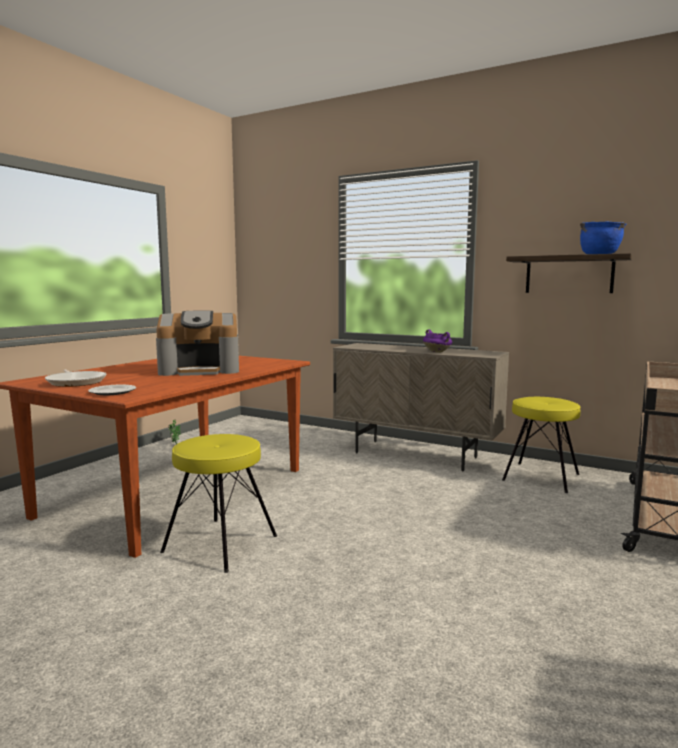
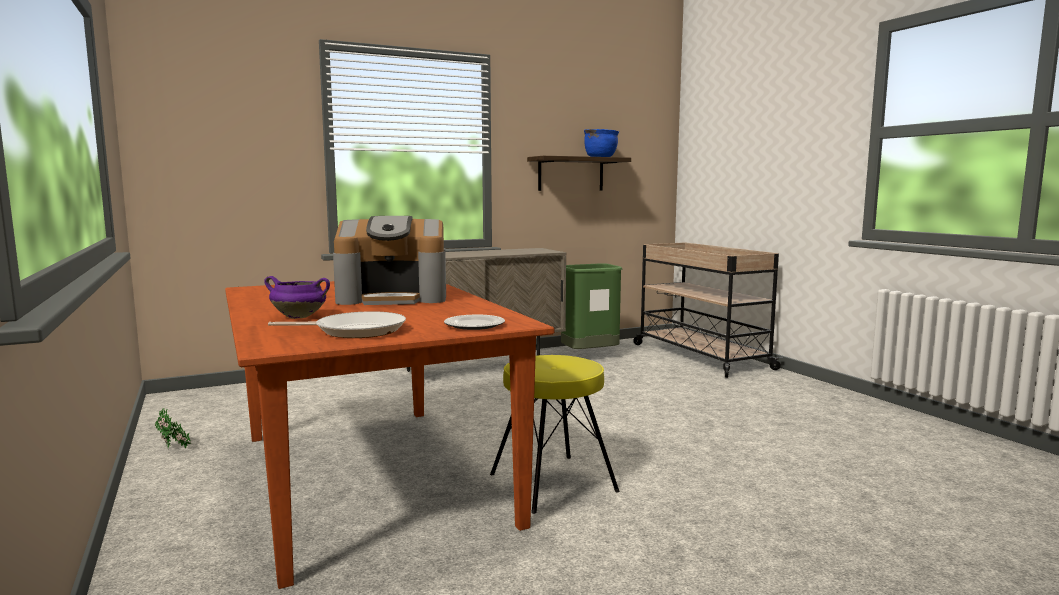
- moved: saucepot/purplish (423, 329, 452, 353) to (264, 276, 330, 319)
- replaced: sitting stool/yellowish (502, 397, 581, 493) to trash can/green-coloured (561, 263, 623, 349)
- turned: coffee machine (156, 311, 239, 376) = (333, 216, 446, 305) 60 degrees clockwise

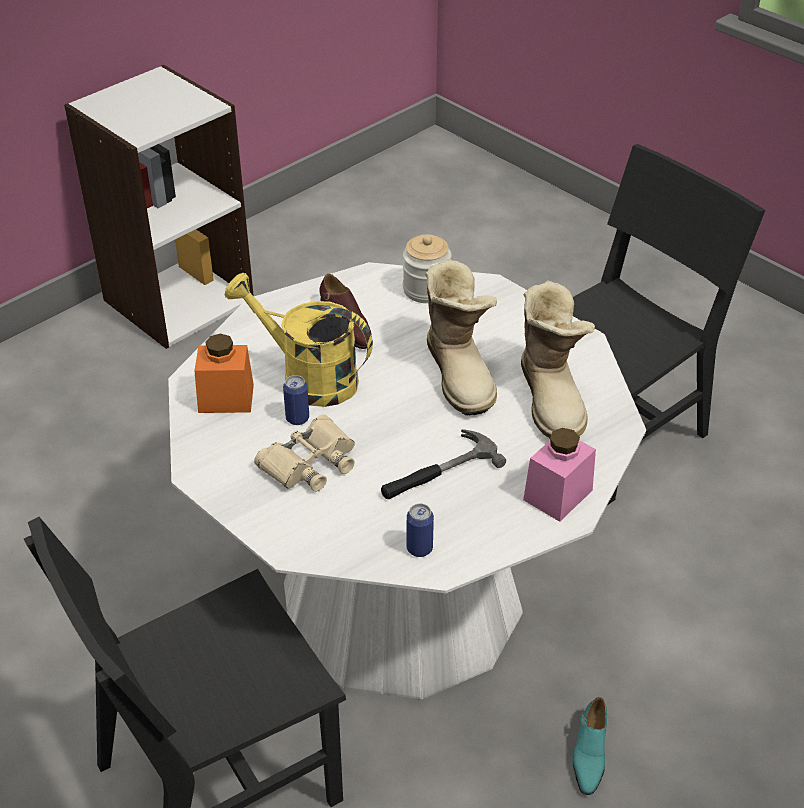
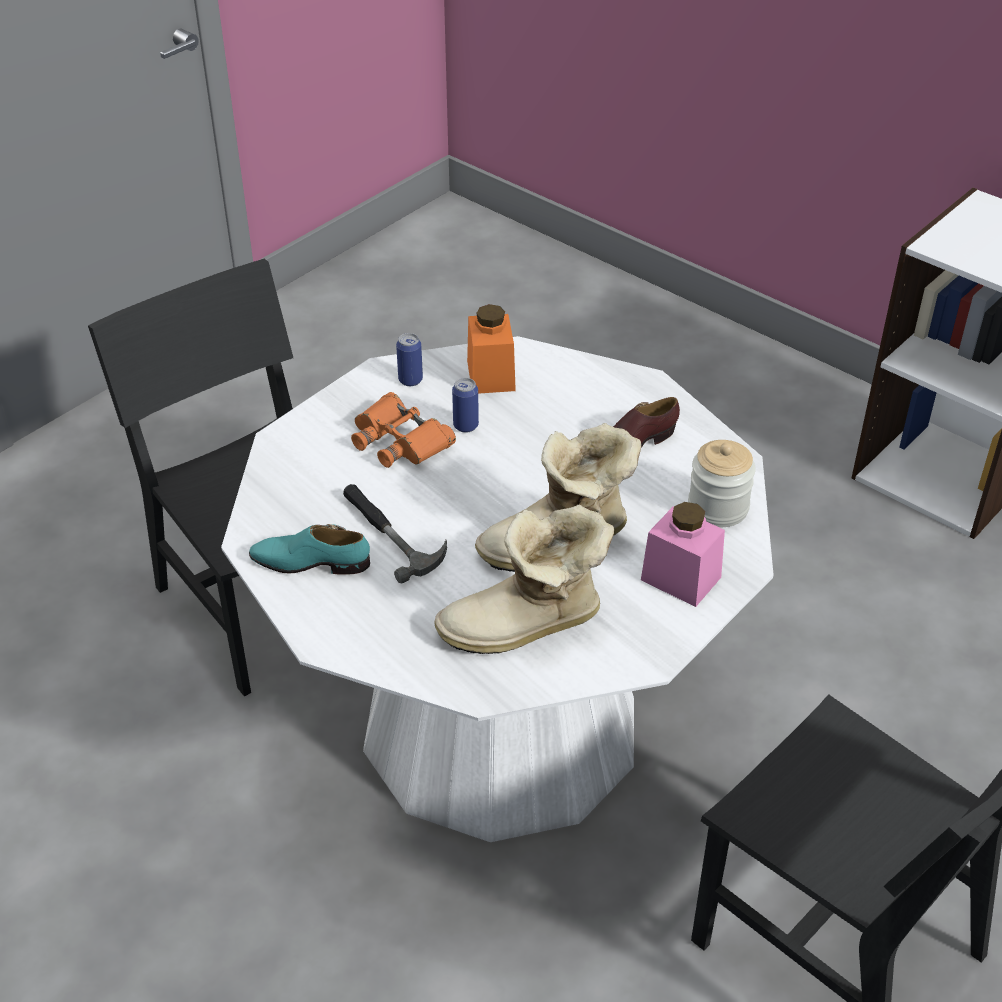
- removed: sprinkling can/yellowish (225, 273, 373, 407)
- moved: can (407, 504, 434, 557) to (396, 333, 423, 386)
- moved: preserve jar/pink (523, 428, 596, 522) to (641, 502, 725, 607)
- moved: shoe/turquoise-coloured (572, 697, 607, 795) to (249, 524, 370, 575)
- recoloured: field glasses/beige-coloured (254, 414, 355, 492) to field glasses/orange-coloured (351, 392, 456, 468)

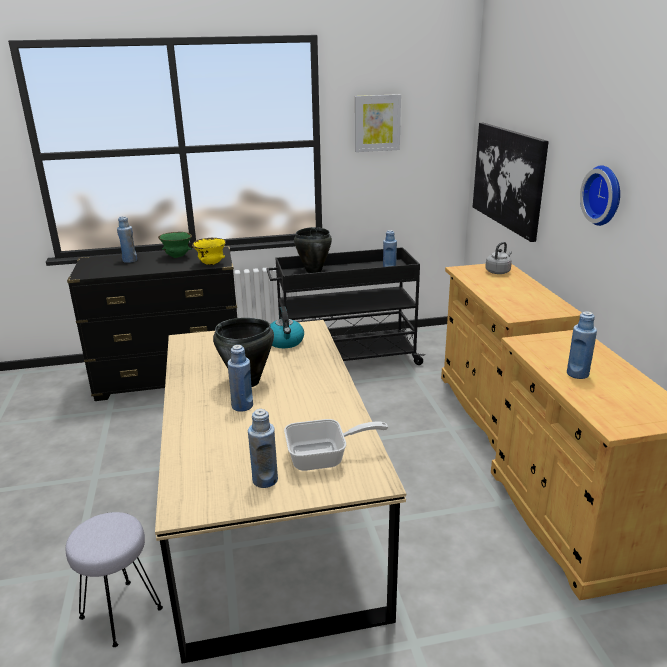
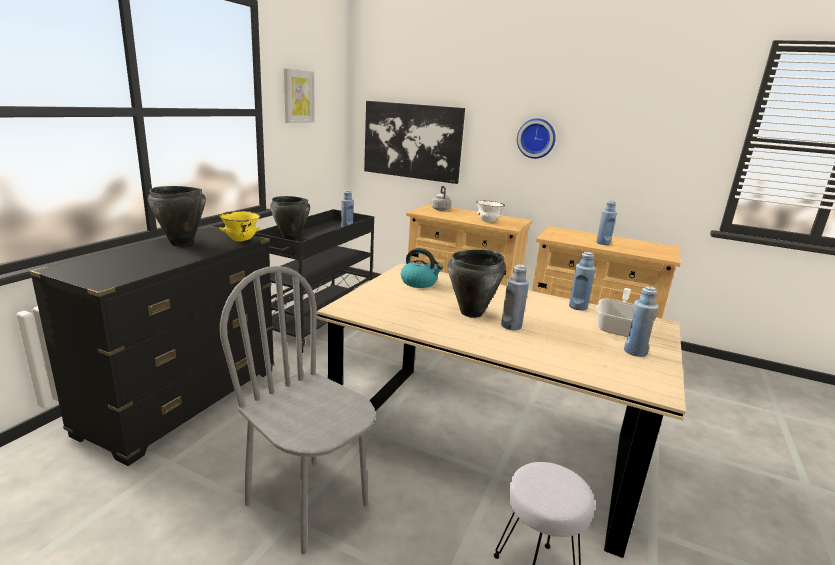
- added: plain chair/grey (220, 266, 376, 554)
- added: serving bowl/white-coloured (476, 200, 505, 222)
- moved: drink bottle/blue-coloured (117, 216, 137, 263) to (569, 252, 596, 311)
- replaced: serving bowl/green-coloured (158, 232, 192, 258) to saucepot/blackish (148, 186, 206, 246)

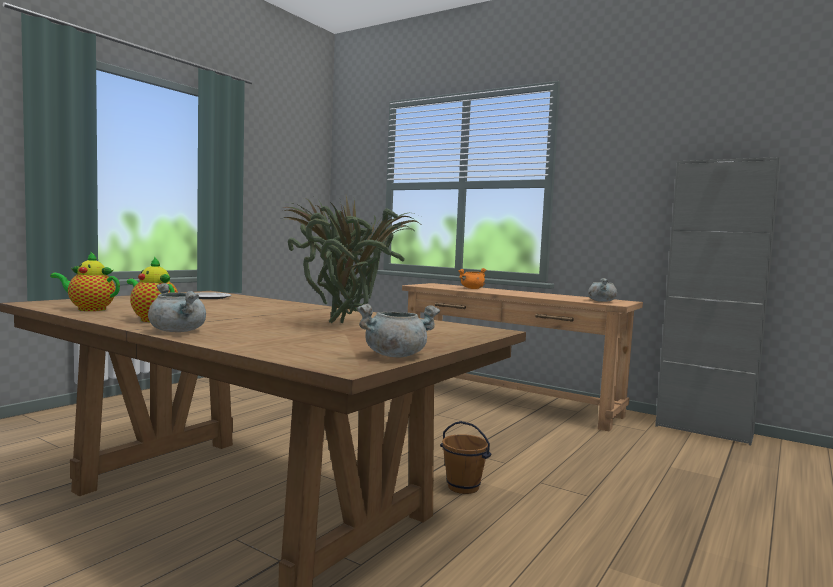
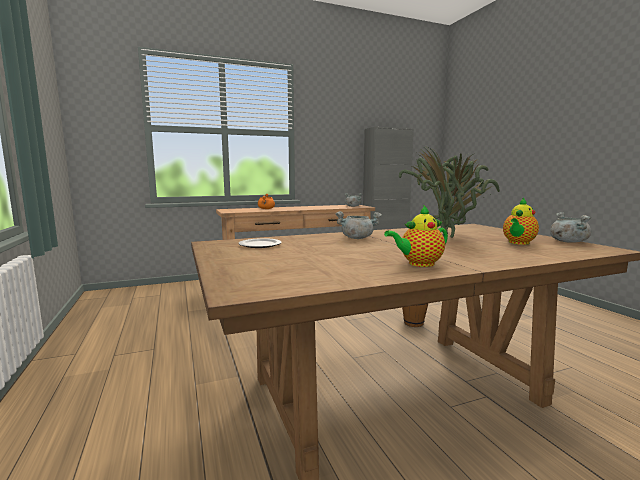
- moved: tea pot (50, 251, 120, 311) to (503, 198, 539, 245)
- moved: saucepot/grey (148, 283, 206, 332) to (336, 211, 382, 239)

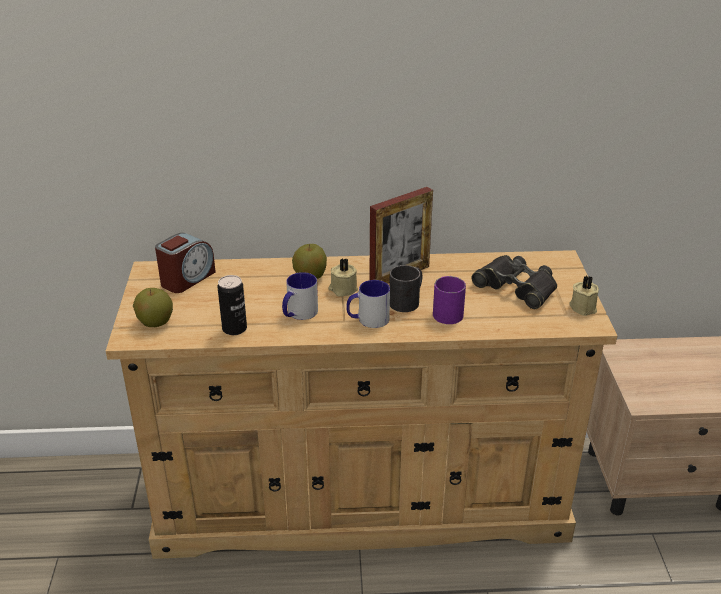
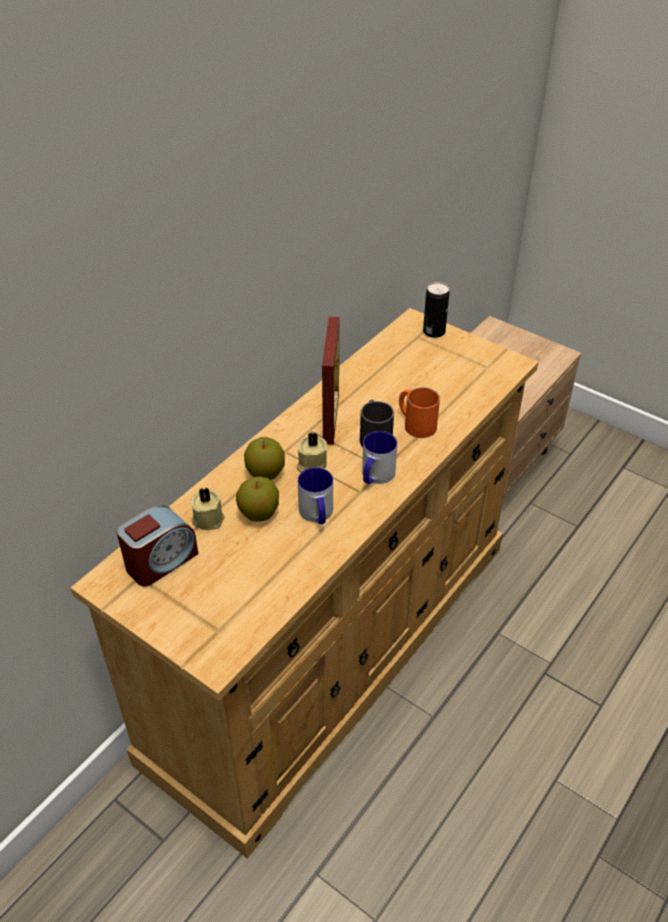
- removed: field glasses/blackish (472, 255, 557, 309)
- moved: apple (133, 288, 173, 327) to (236, 477, 279, 522)
- moved: can (218, 275, 247, 335) to (423, 282, 449, 338)
- moved: wax light/beige-coloured (569, 276, 599, 316) to (190, 488, 225, 530)
- recoloured: mug/purplish (433, 276, 466, 324) to mug/orange-coloured (399, 387, 440, 438)
- turned: bedside clock (155, 233, 216, 293) = (117, 505, 198, 586) 60 degrees clockwise

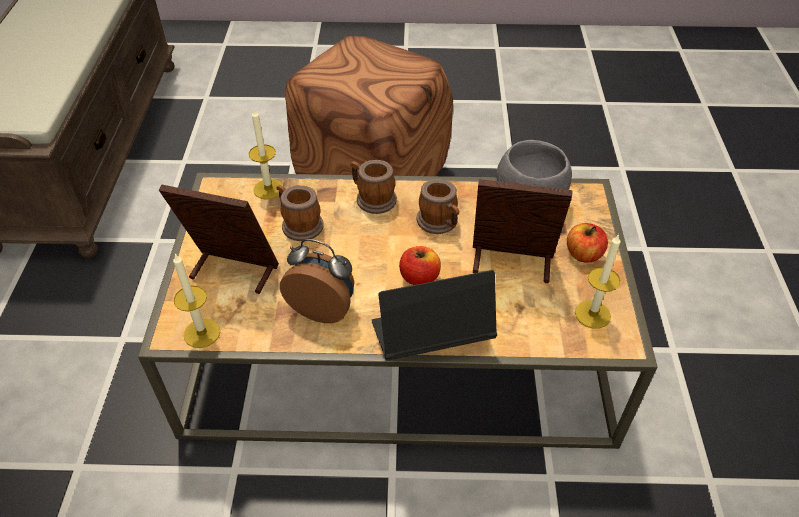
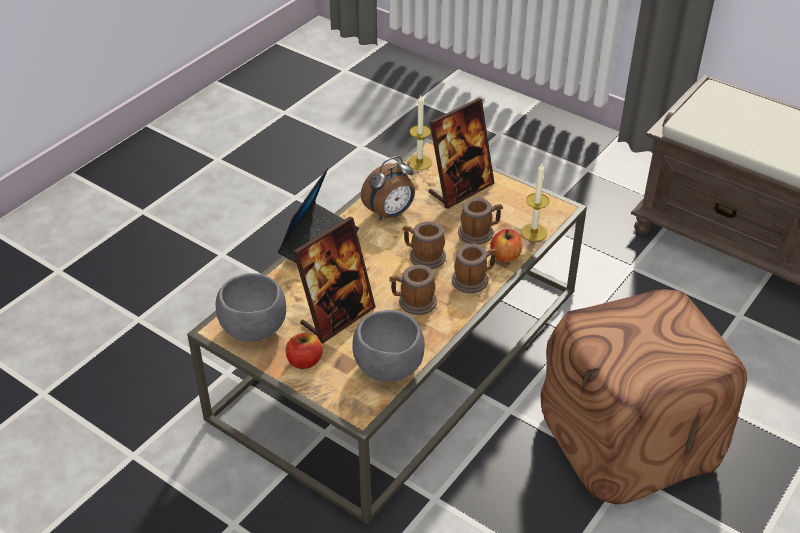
- added: mug (402, 221, 446, 269)
- moved: apple (399, 246, 441, 285) to (491, 229, 522, 262)
- replaced: wax light (575, 234, 621, 329) to serving bowl/grey (216, 273, 286, 342)

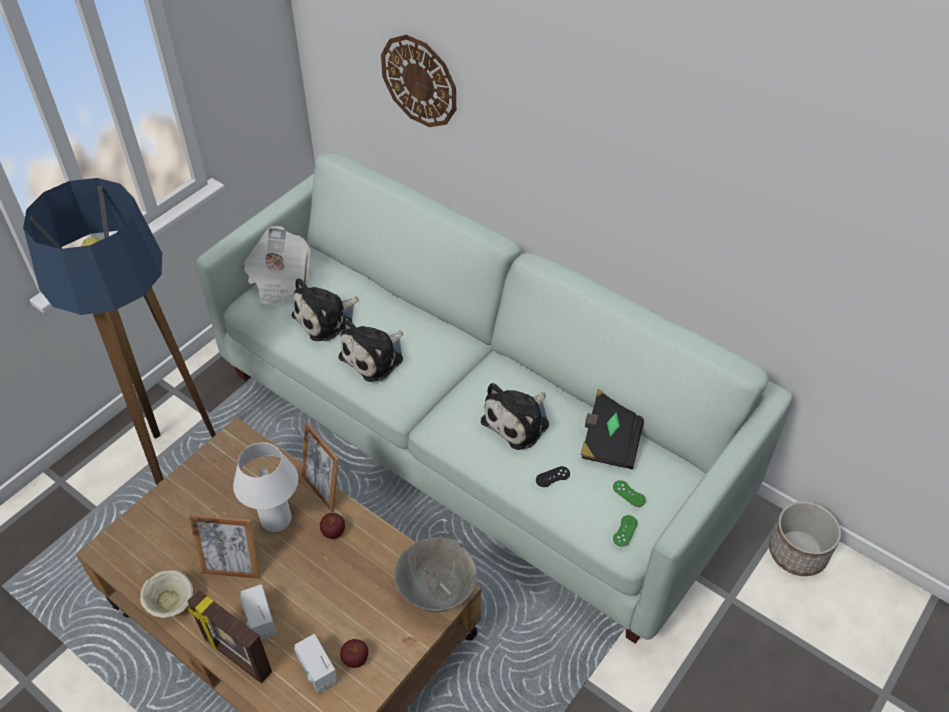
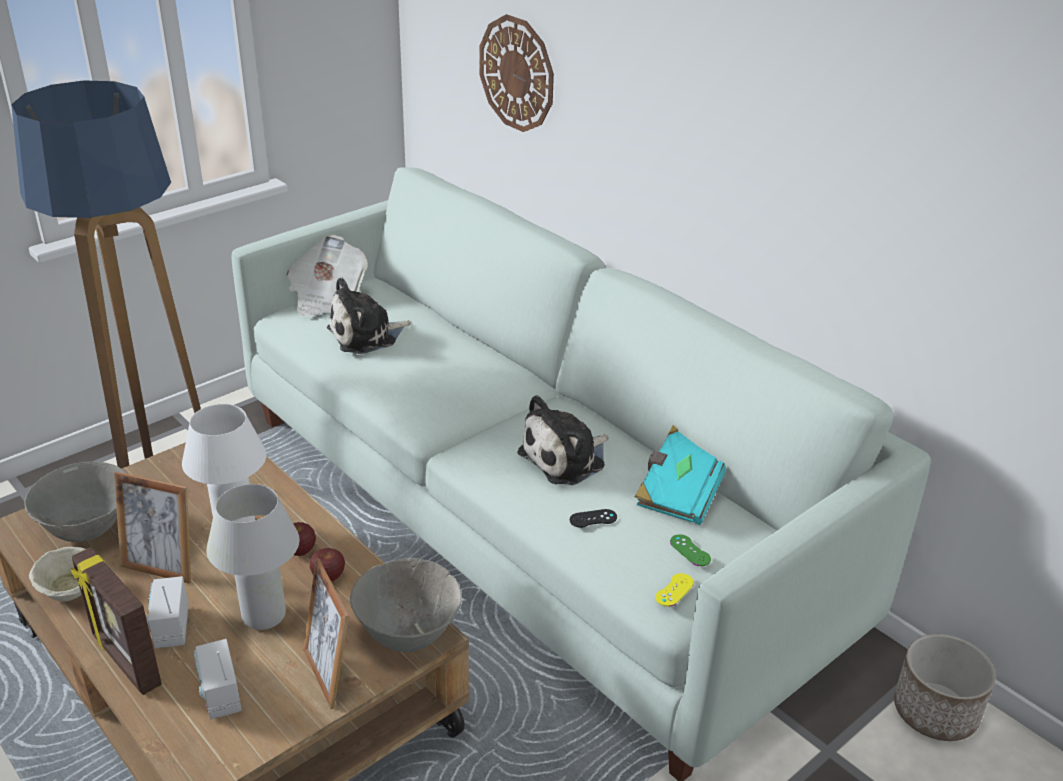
- removed: plush toy (338, 319, 403, 382)
- added: serving bowl/grey (24, 462, 127, 542)
- added: tabletop lamp/white-coloured (206, 484, 299, 630)
- moved: picture frame (301, 422, 339, 512) to (304, 558, 349, 709)
- moved: apple (340, 639, 368, 668) to (310, 548, 345, 582)
- recoloured: bound book/blackish (581, 388, 644, 469) to bound book/turquoise-coloured (635, 425, 726, 525)
- recoloured: gamepad/green-coloured (613, 515, 637, 547) to gamepad/yellowish (655, 573, 694, 607)

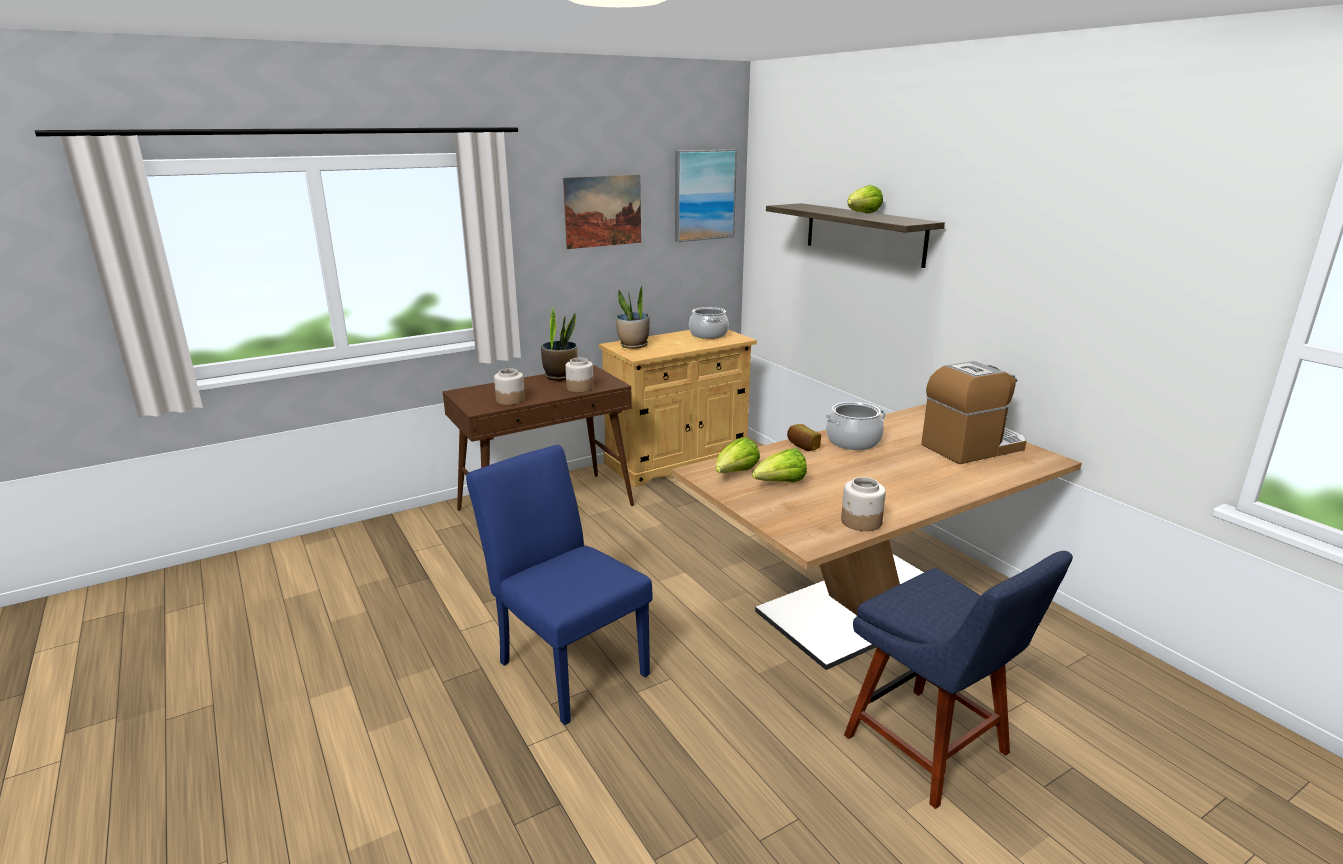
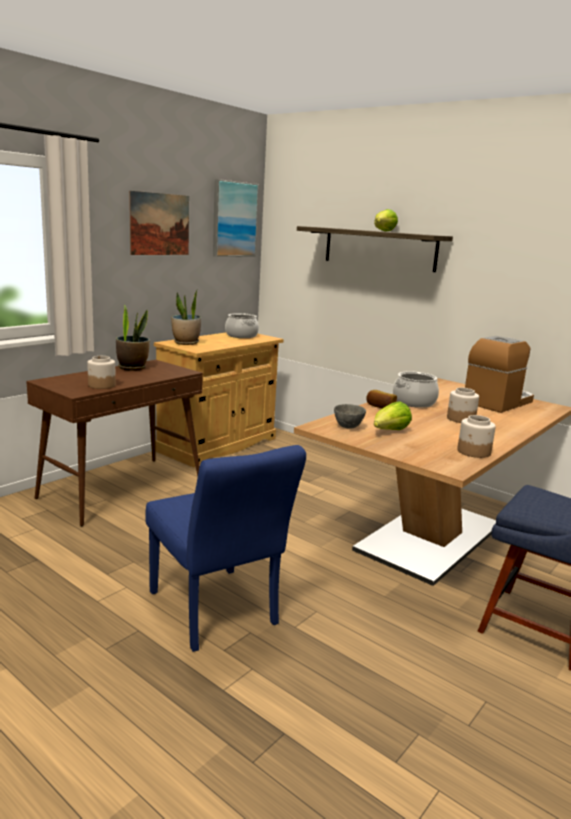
- moved: preserve jar (565, 358, 594, 393) to (447, 388, 479, 423)
- replaced: lettuce (716, 437, 760, 473) to serving bowl/grey (334, 404, 366, 429)
- turned: plain chair/blue-coloured (466, 445, 652, 725) = (145, 445, 306, 652) 150 degrees counterclockwise

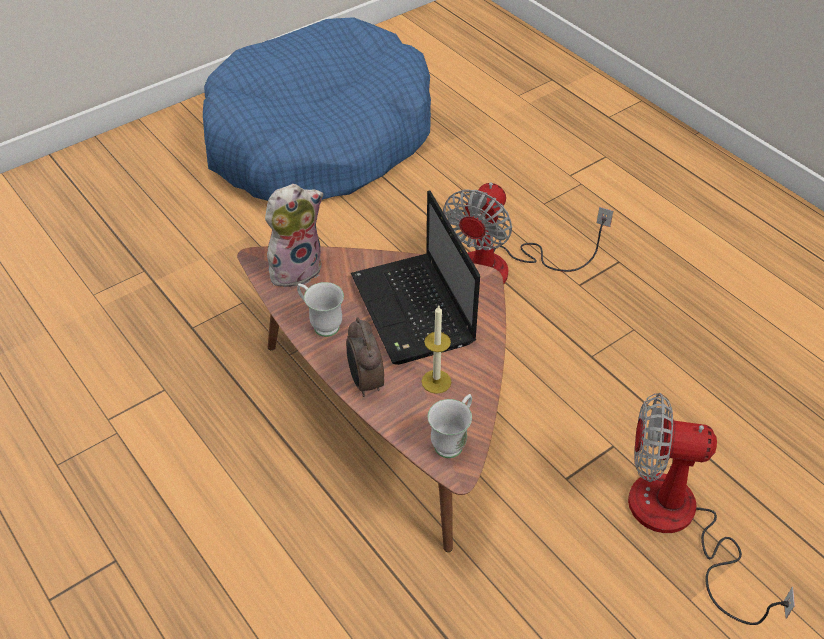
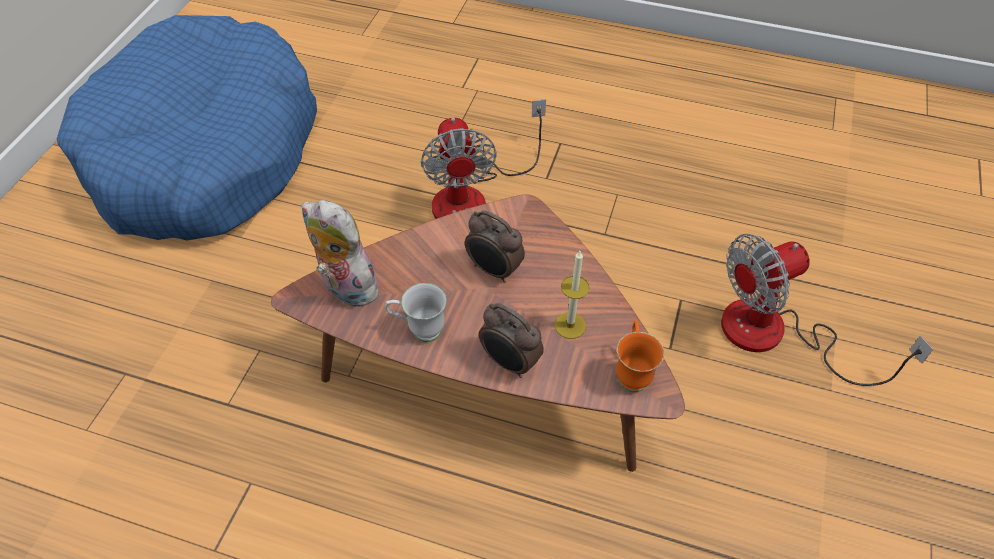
- replaced: notebook computer (351, 190, 480, 365) to bedside clock (465, 210, 525, 283)
- recoloured: mug/white-coloured (428, 394, 472, 458) to mug/orange-coloured (616, 320, 664, 392)
- turned: plush toy (265, 184, 323, 287) = (301, 200, 381, 307) 75 degrees counterclockwise

